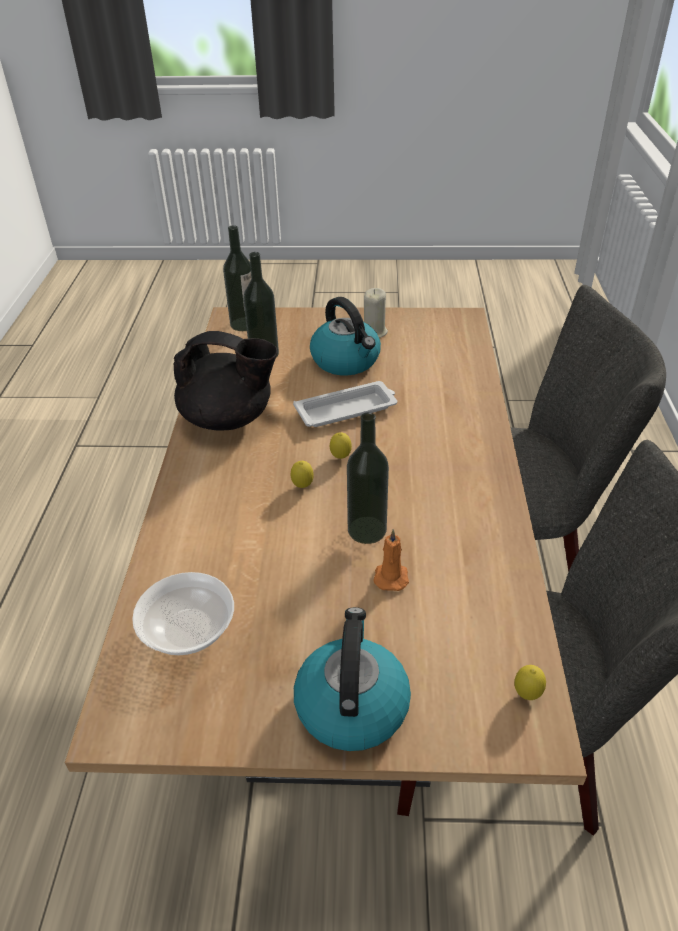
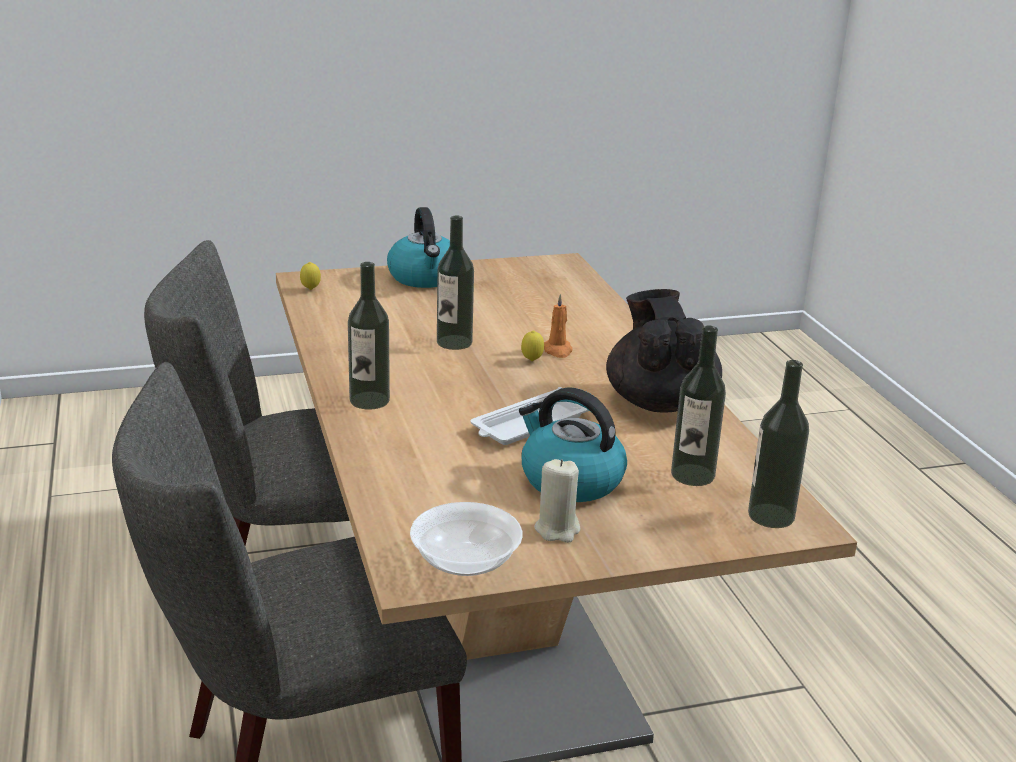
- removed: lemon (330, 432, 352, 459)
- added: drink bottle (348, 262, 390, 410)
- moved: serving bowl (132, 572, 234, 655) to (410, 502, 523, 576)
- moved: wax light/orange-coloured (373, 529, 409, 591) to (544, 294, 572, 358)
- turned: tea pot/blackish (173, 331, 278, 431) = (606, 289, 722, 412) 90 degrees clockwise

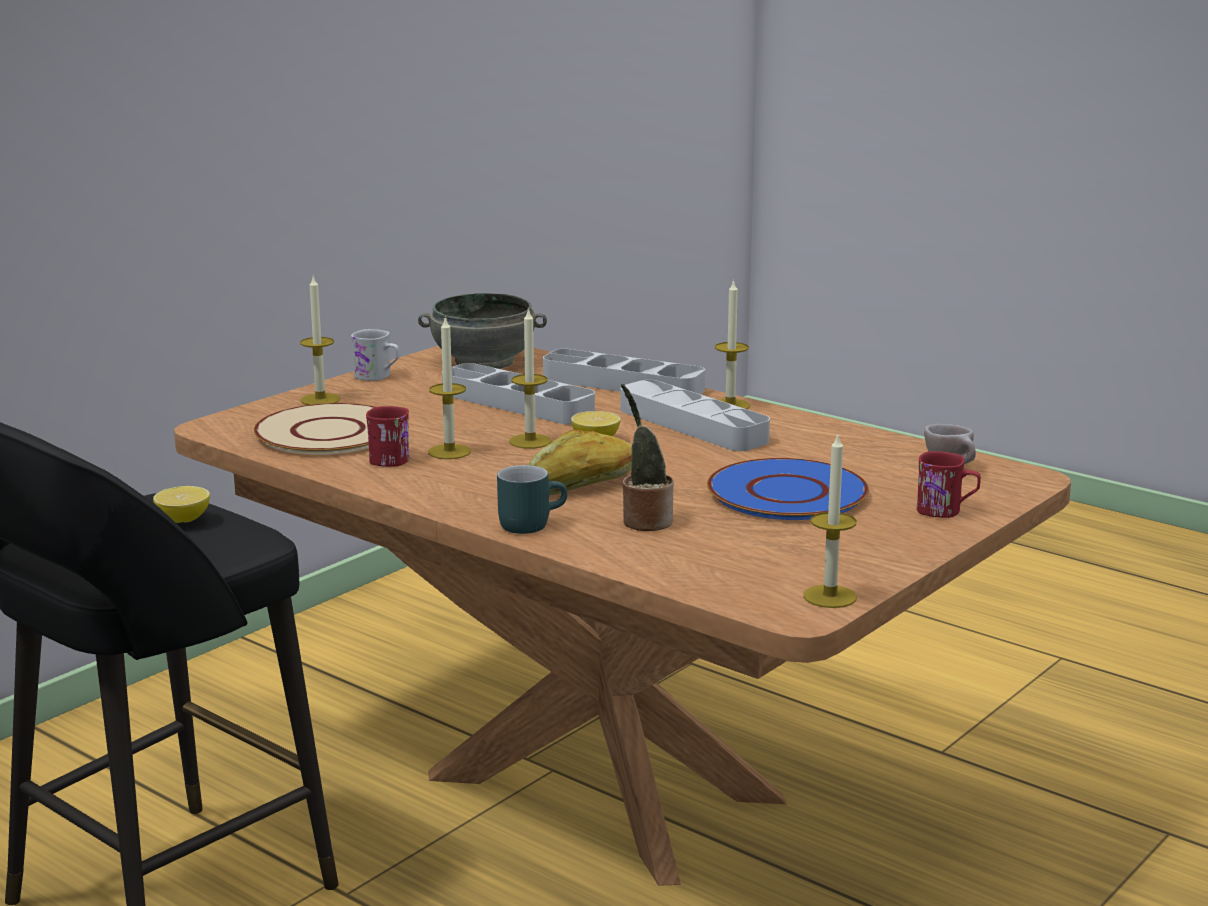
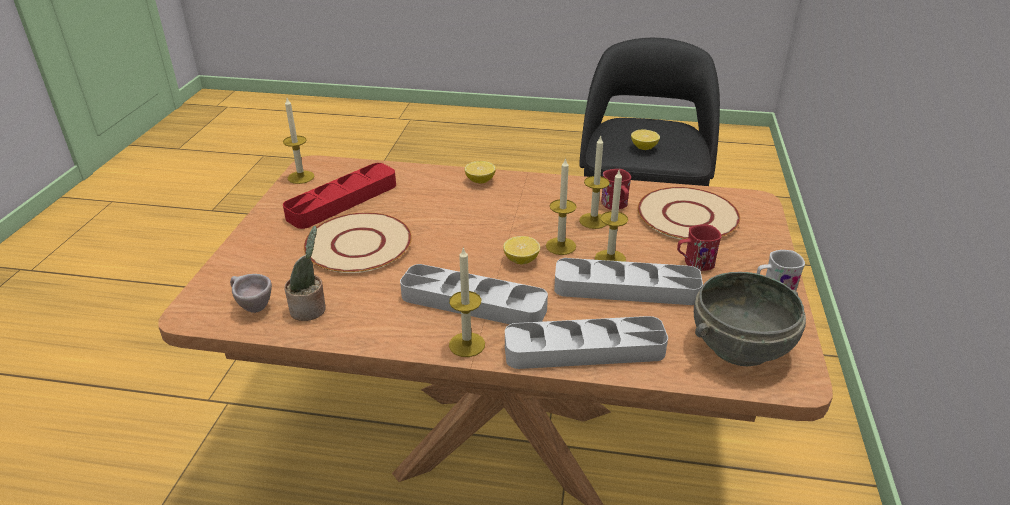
- removed: bakery bread (529, 430, 632, 495)
- added: carrying tray/reddish (283, 163, 396, 229)
- moved: wax light (300, 275, 340, 405) to (595, 170, 628, 262)
- moved: plant in a pot (621, 384, 674, 531) to (284, 226, 326, 321)
- moved: mug/reddish (917, 451, 981, 518) to (677, 224, 722, 271)
- replaced: mug/turquoise-coloured (497, 465, 567, 534) to lemon (465, 161, 496, 183)
- recoloured: plate/blue-coloured (707, 458, 869, 520) to plate/beige-coloured (304, 212, 412, 273)

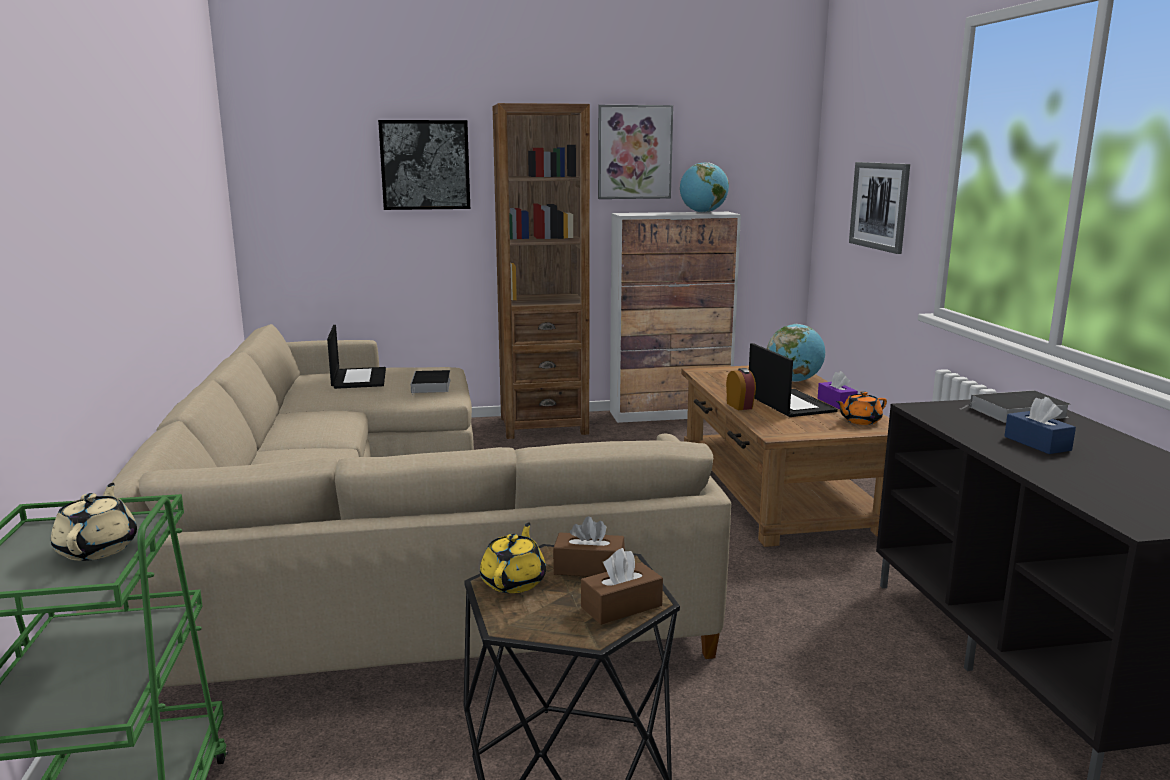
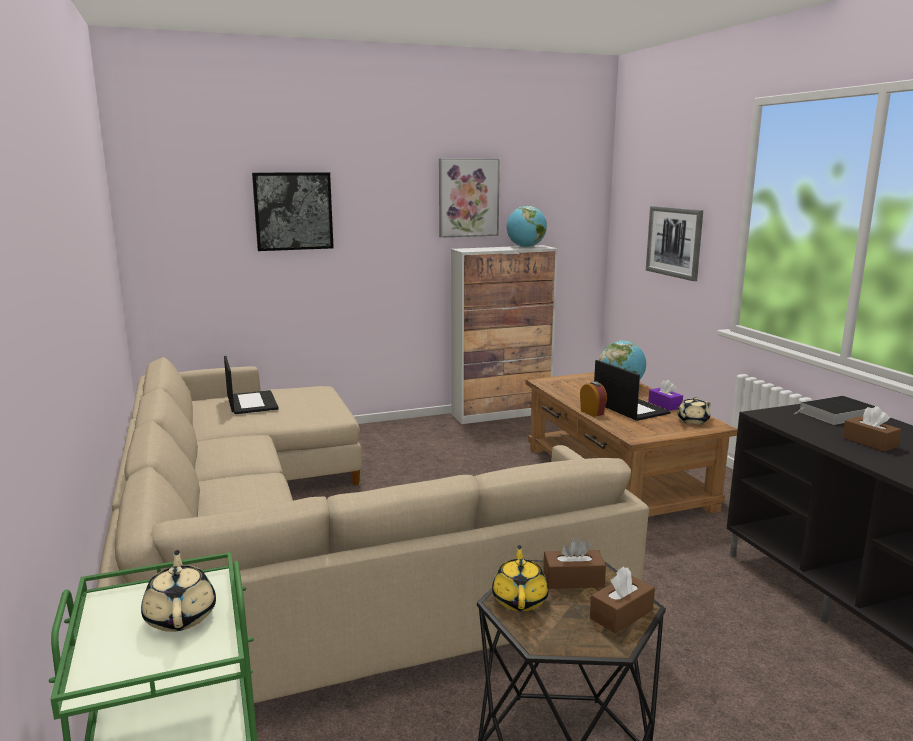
- removed: bound book (411, 370, 451, 395)
- removed: shelving unit/brownish (493, 103, 590, 439)
- recoloured: tea pot/orange-coloured (836, 391, 887, 425) to tea pot/beige-coloured (676, 397, 711, 424)
- recoloured: tissue box/blue-coloured (1004, 397, 1076, 454) to tissue box/brownish (843, 406, 901, 452)

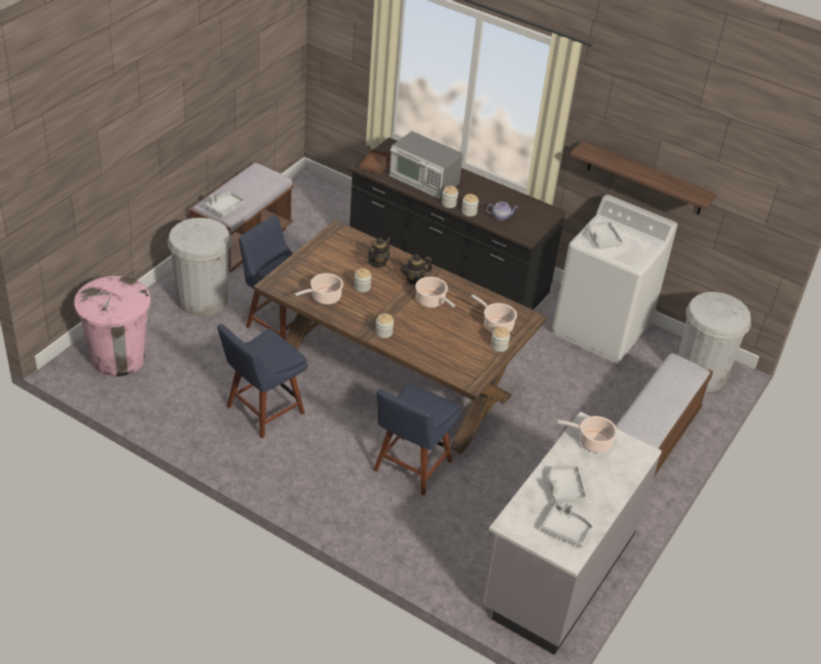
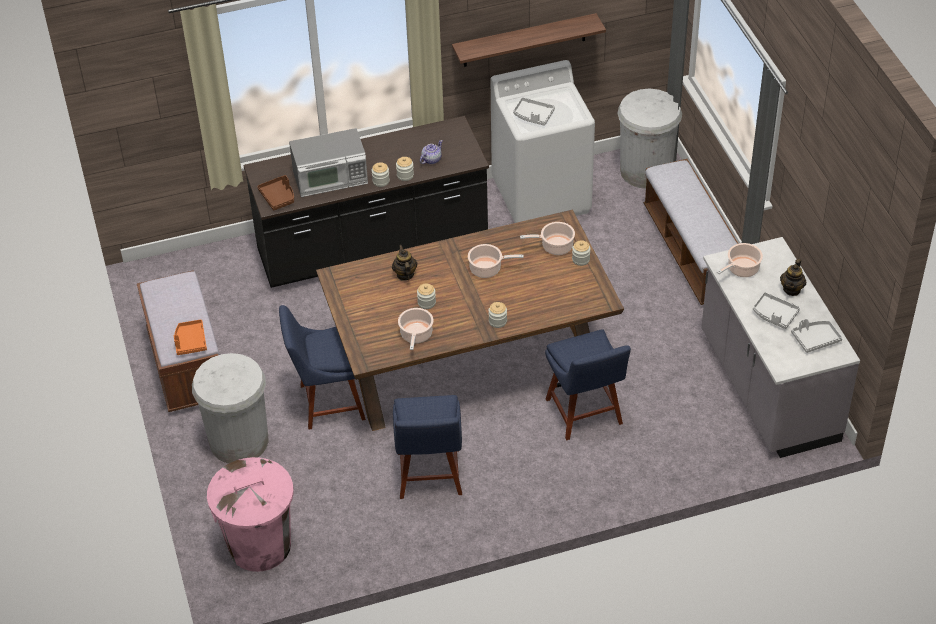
- moved: tea pot (399, 254, 432, 285) to (780, 259, 806, 296)
- recoloured: carrying tray/grey (205, 192, 246, 217) to carrying tray/orange-coloured (174, 319, 207, 355)

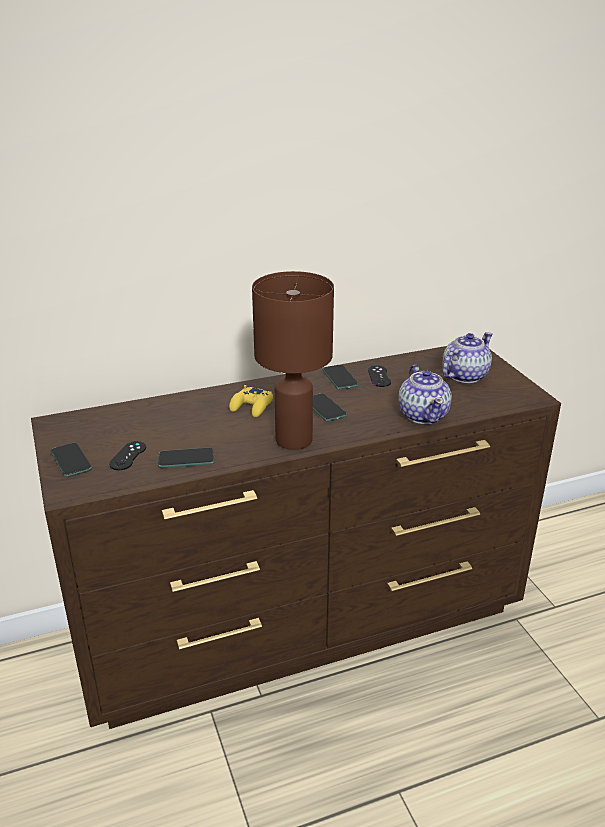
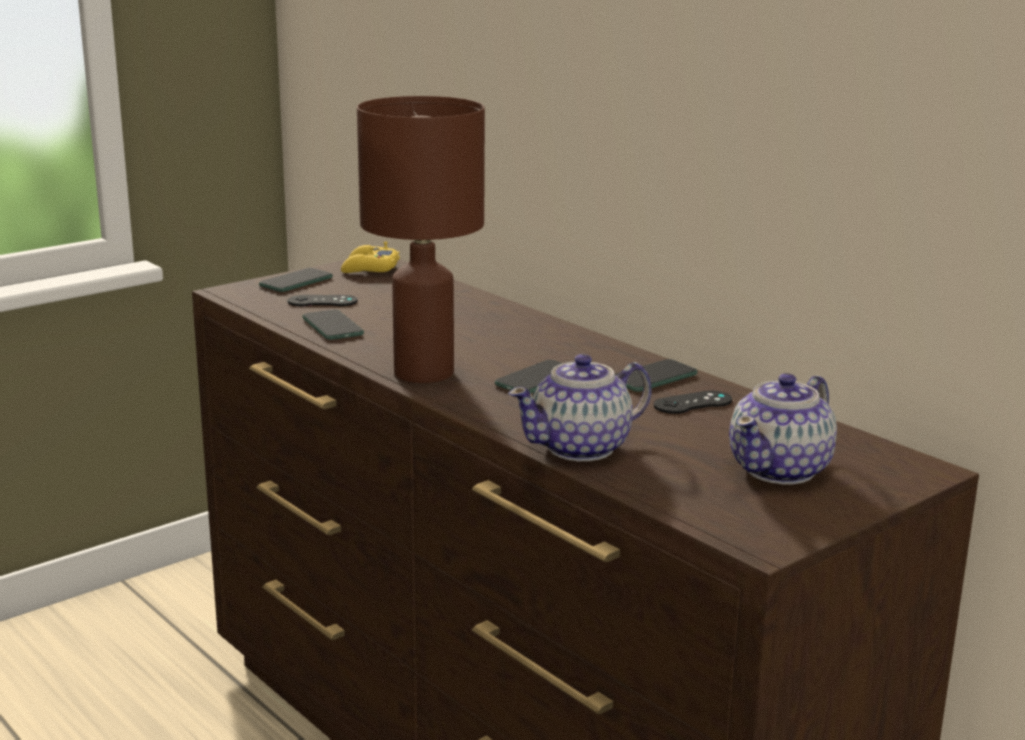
- moved: gamepad/yellowish (229, 385, 273, 417) to (341, 242, 400, 273)
- turned: tea pot (442, 332, 493, 383) = (729, 373, 837, 484) 105 degrees clockwise

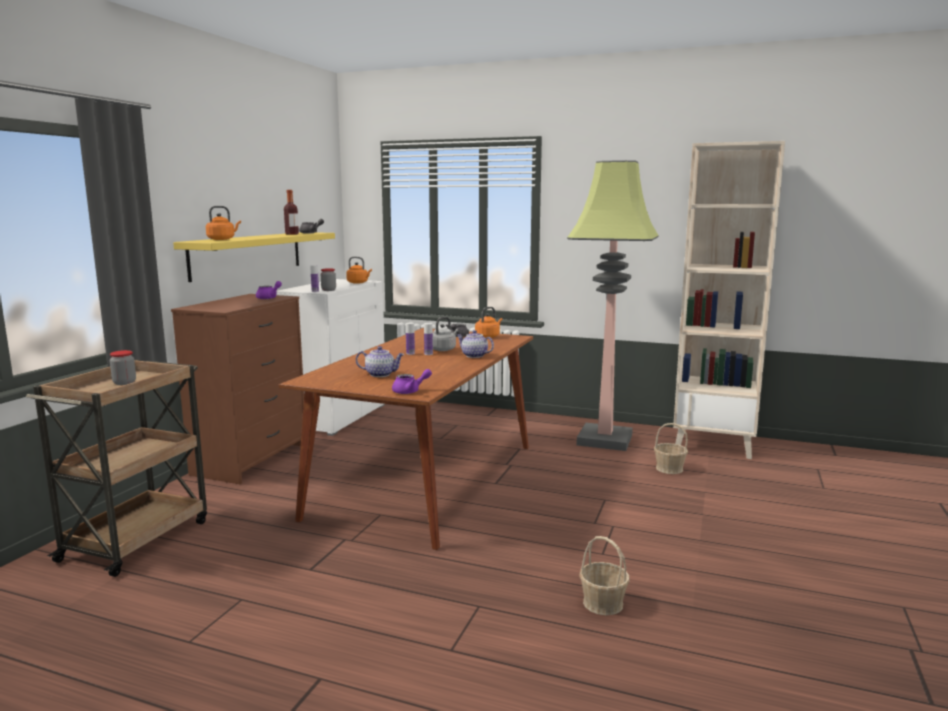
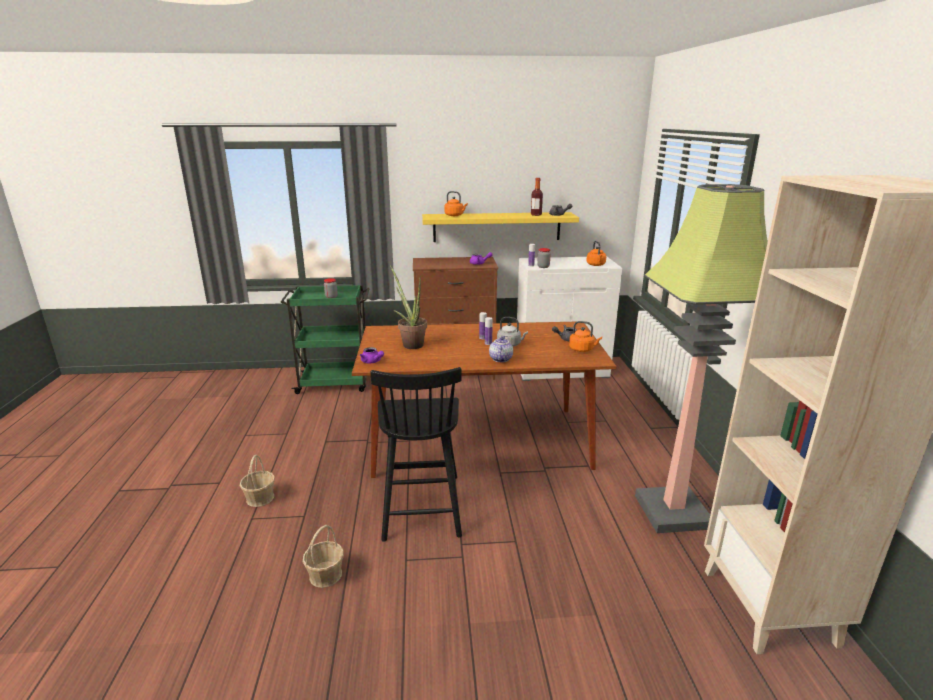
- added: plain chair/blackish (370, 367, 462, 542)
- moved: storage basket (654, 423, 688, 474) to (240, 455, 275, 507)
- replaced: tea pot (356, 346, 404, 377) to plant in a pot (390, 265, 427, 349)
- recoloured: wheeled cart/brownish (26, 359, 207, 577) to wheeled cart/green-coloured (281, 285, 369, 394)

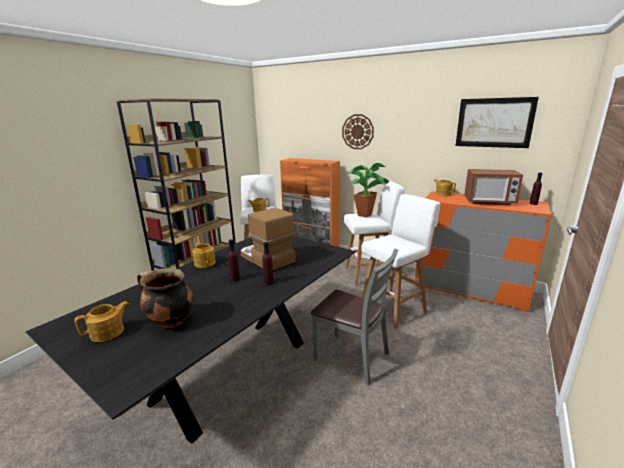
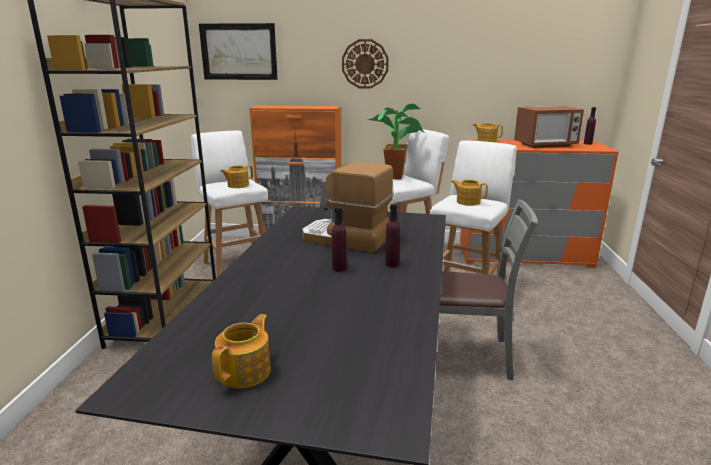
- removed: saucepot (137, 268, 193, 328)
- moved: tea pot (192, 242, 216, 268) to (451, 180, 488, 206)
- moved: wall art (456, 97, 539, 148) to (199, 23, 278, 80)

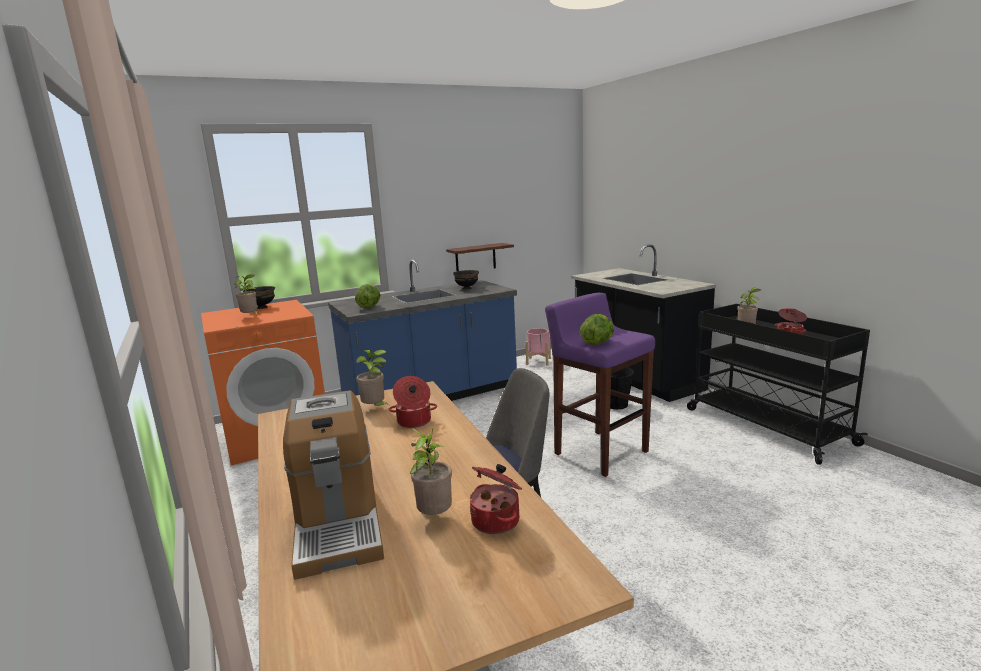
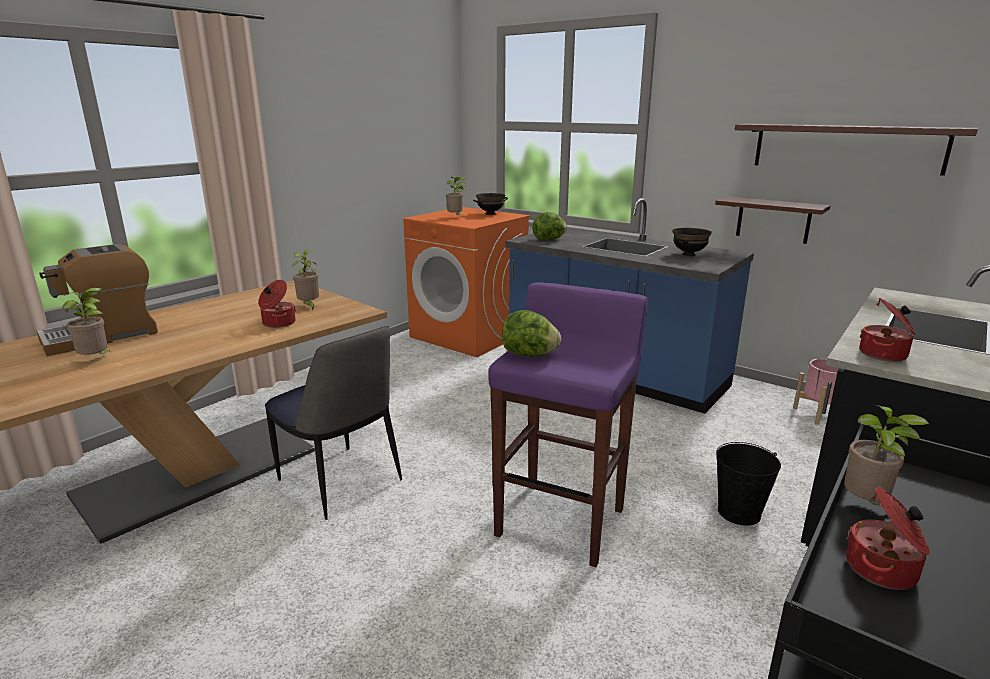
- added: wall shelf (735, 124, 978, 176)
- moved: saucepot (470, 464, 522, 534) to (859, 298, 915, 362)

